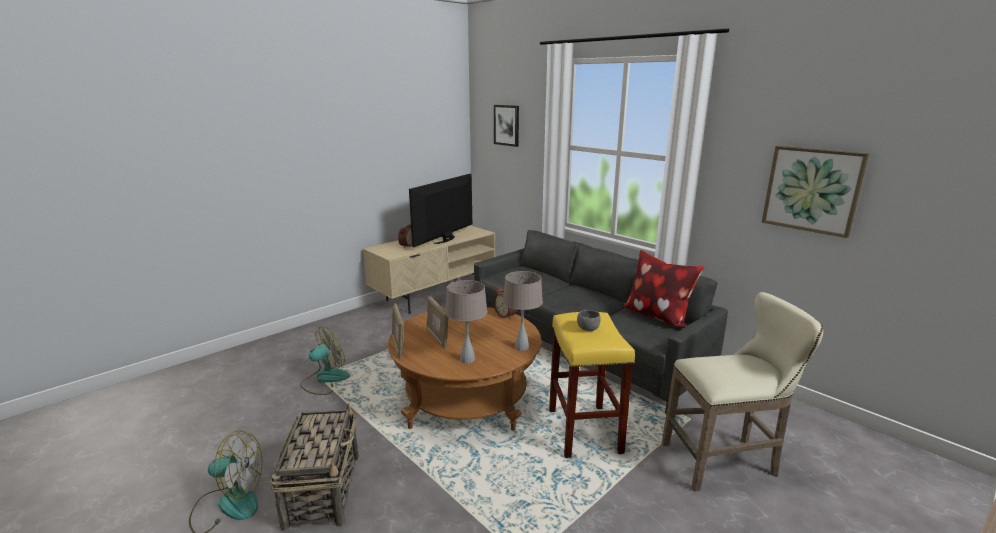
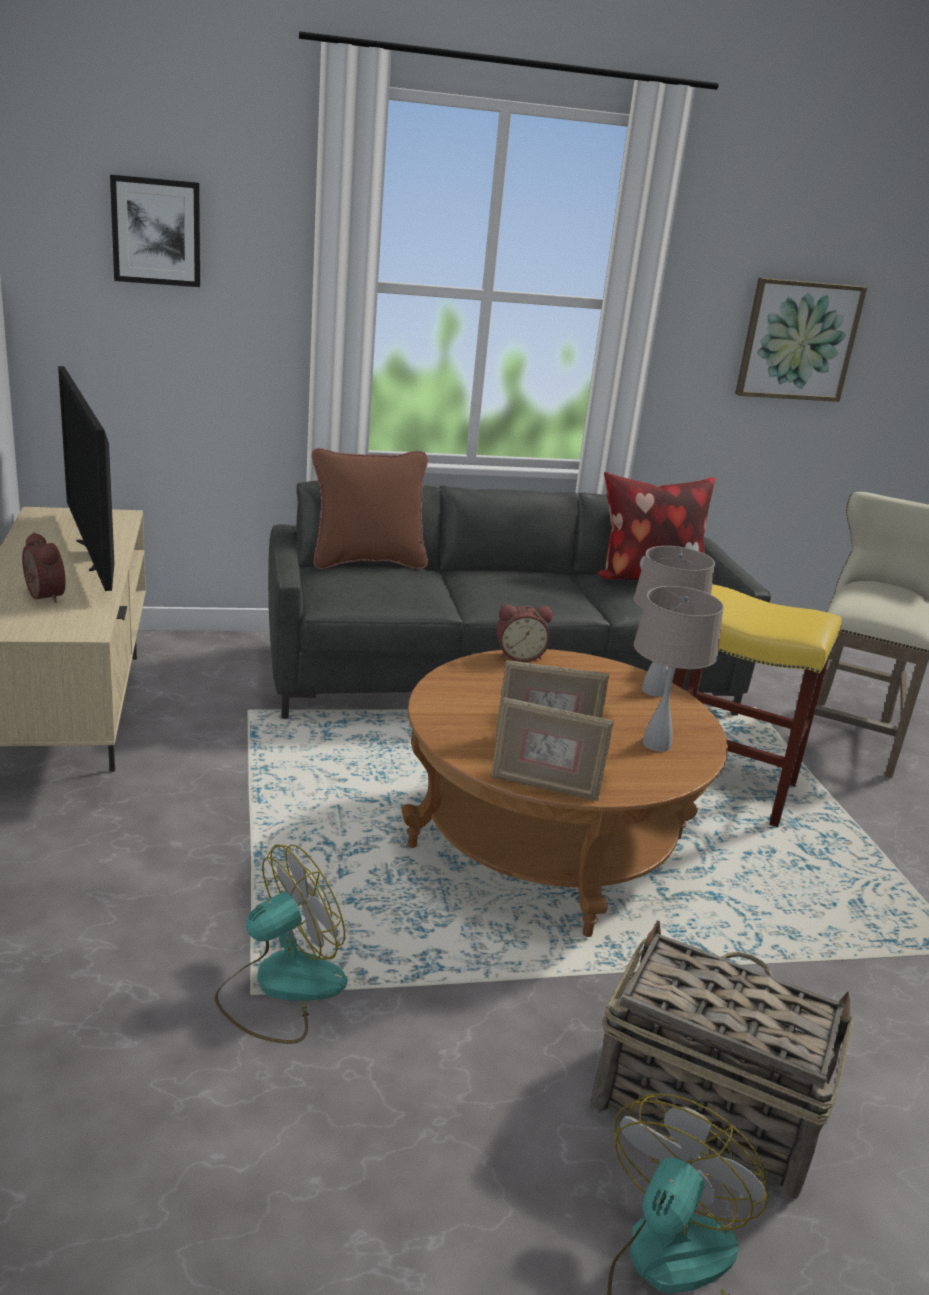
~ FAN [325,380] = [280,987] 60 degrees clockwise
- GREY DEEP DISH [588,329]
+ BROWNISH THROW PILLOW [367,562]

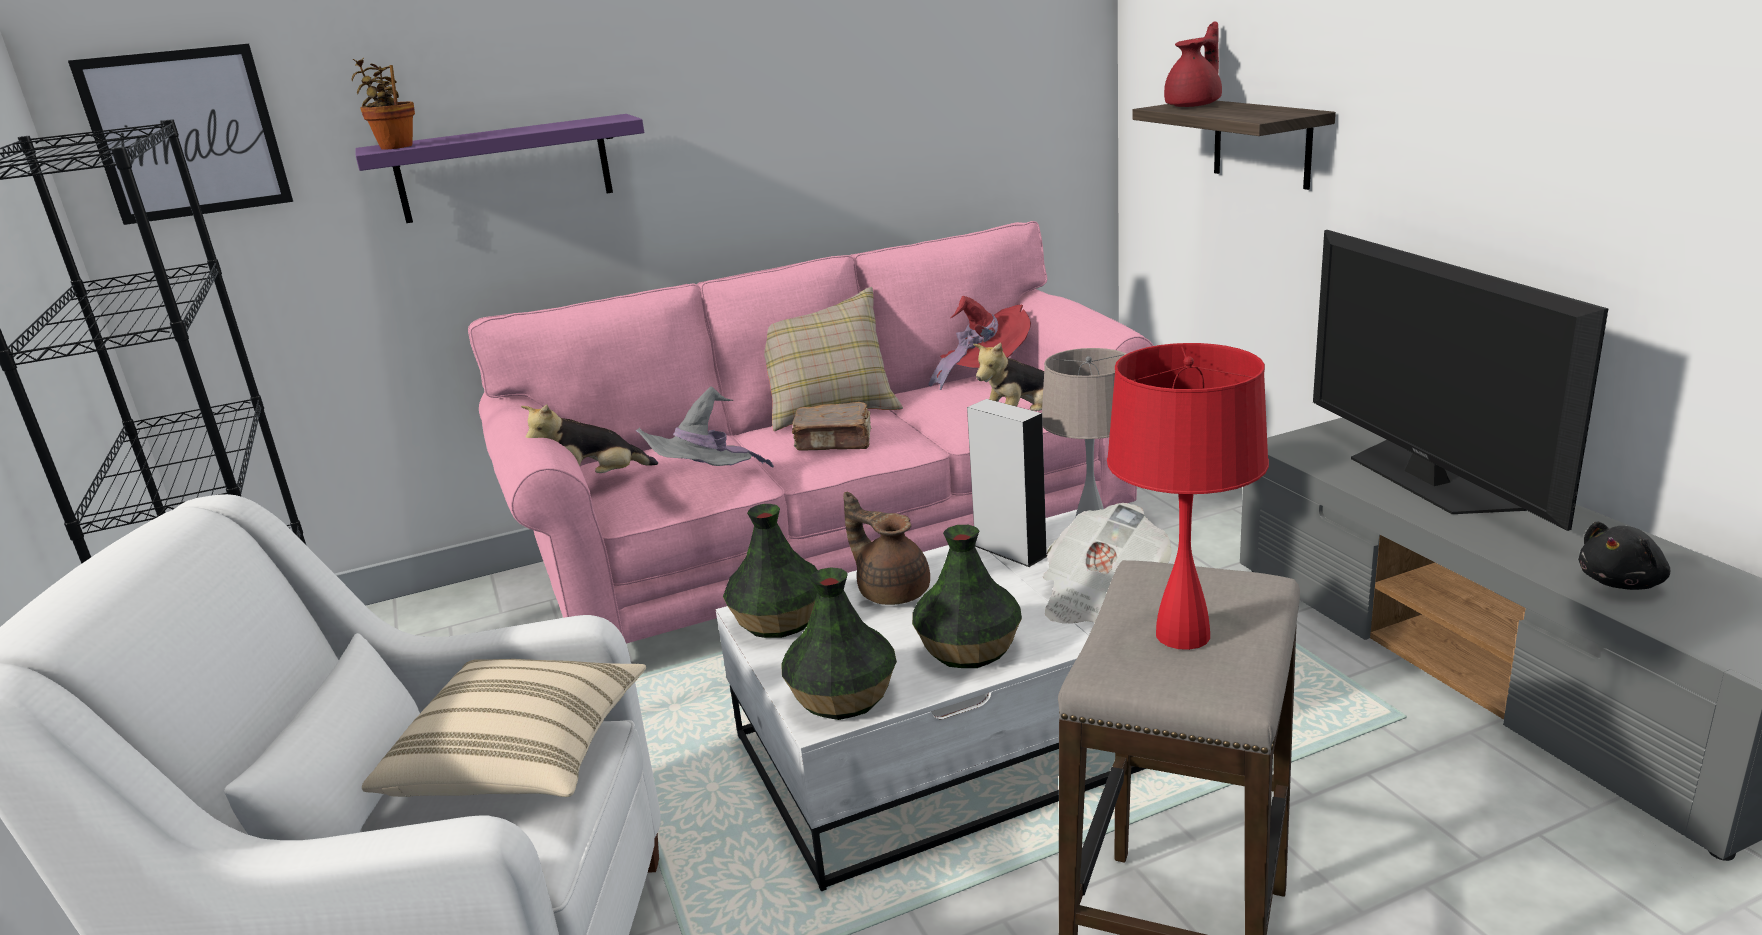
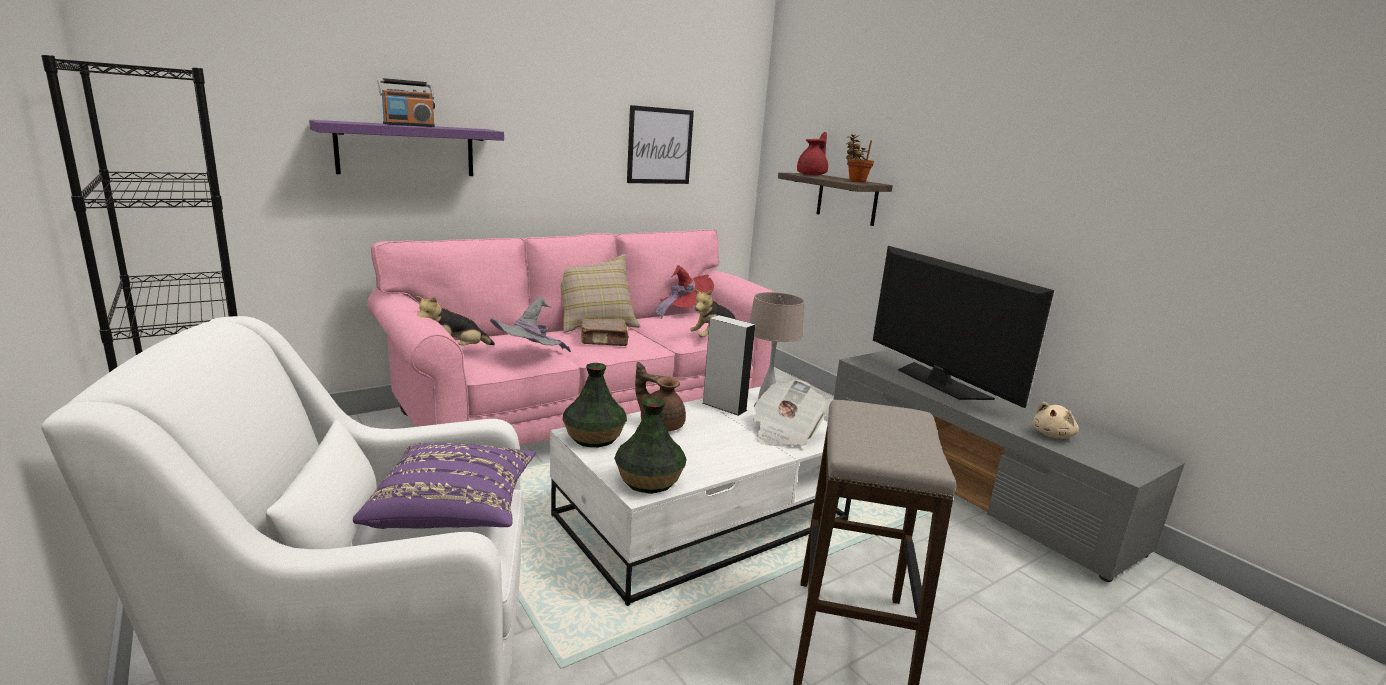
~ WALL PICTURE [186,134] to [660,146]
~ POTTED PLANT [395,146] to [855,181]
~ BEIGE-COLOURED THROW PILLOW [521,760] to PURPLE THROW PILLOW [454,510]
- FLOWER VASE [967,648]
- REDDISH TABLE LAMP [1181,635]
~ BLACKISH SOFT TOY [1622,582] to BEIGE-COLOURED SOFT TOY [1053,435]
+ RADIO RECEIVER [409,125]

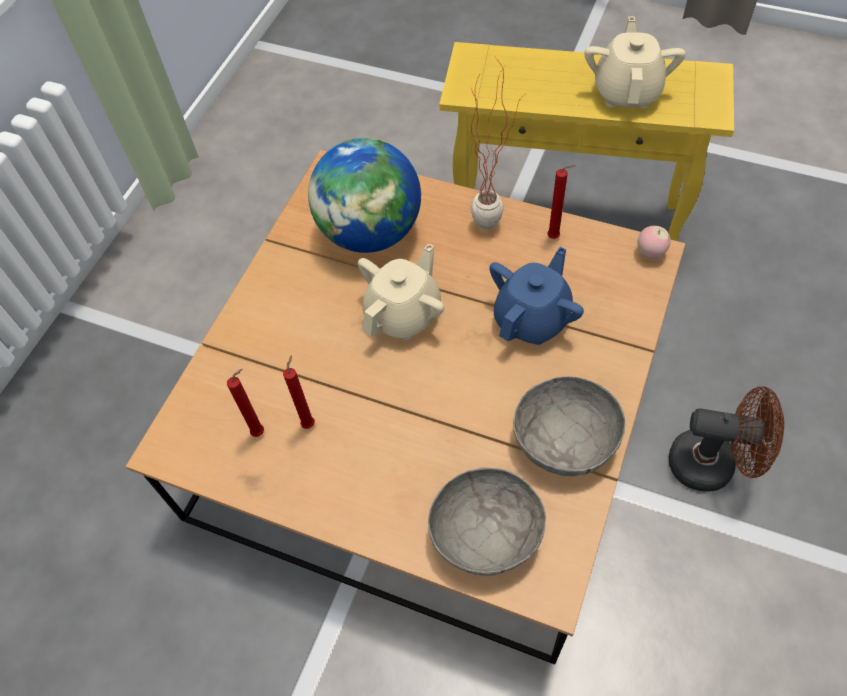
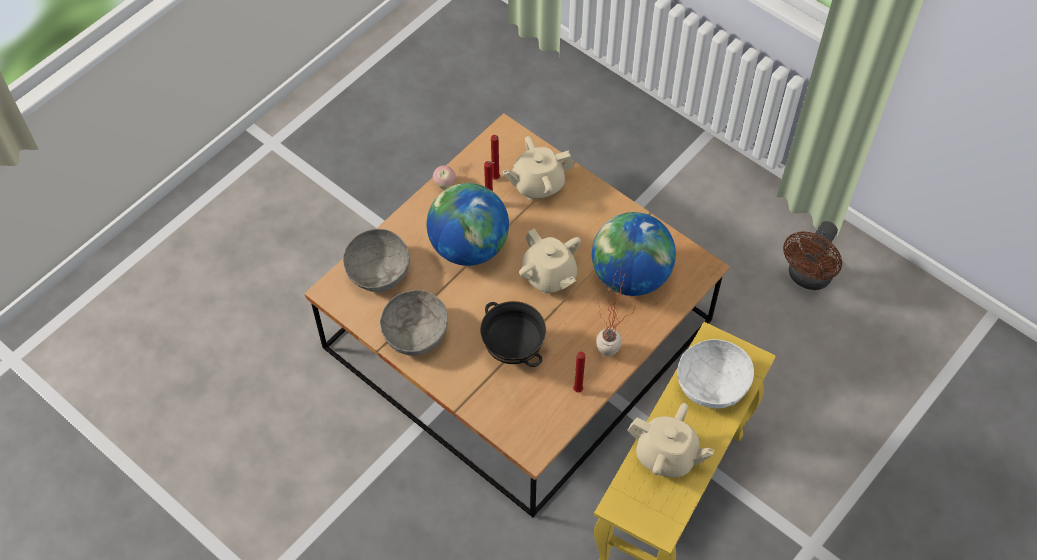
~ BLUISH POT FOR TEA [532,318] to BLACKISH DEEP DISH [512,349]
~ APPLE FRUIT [650,253] to [444,184]
~ BROWNISH FAN [712,464] to [807,278]
+ DESK GLOBE [468,247]
+ BEIGE-COLOURED POT FOR TEA [537,184]
+ WHITISH DEEP DISH [712,385]

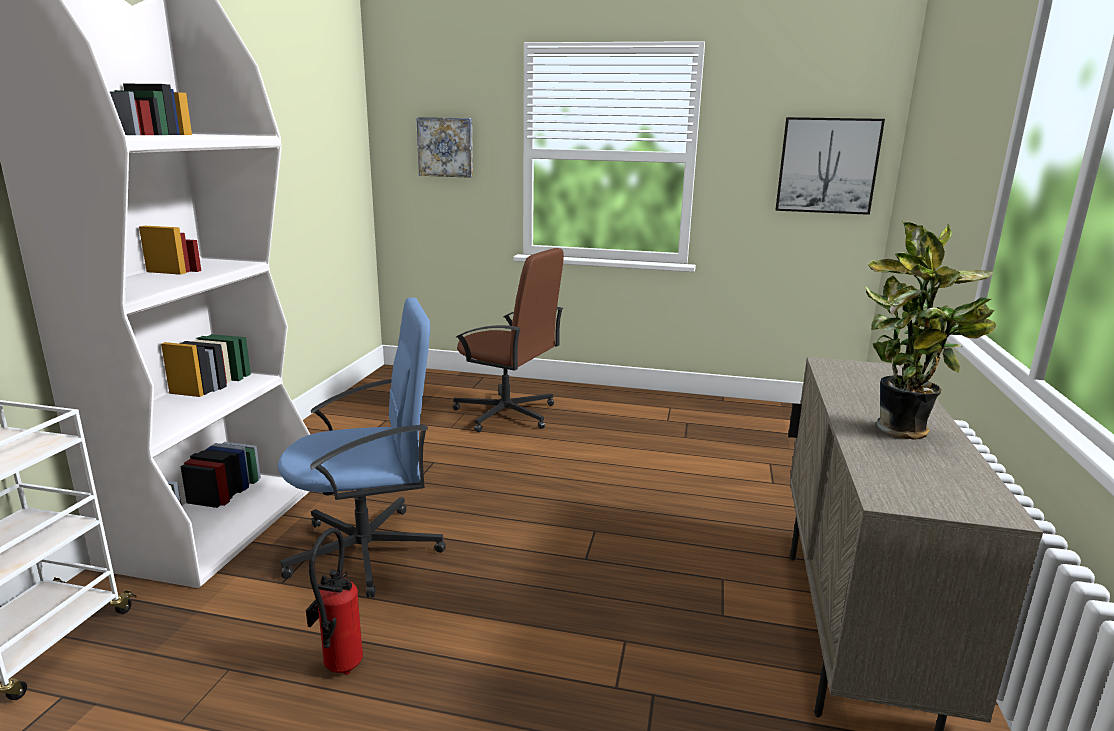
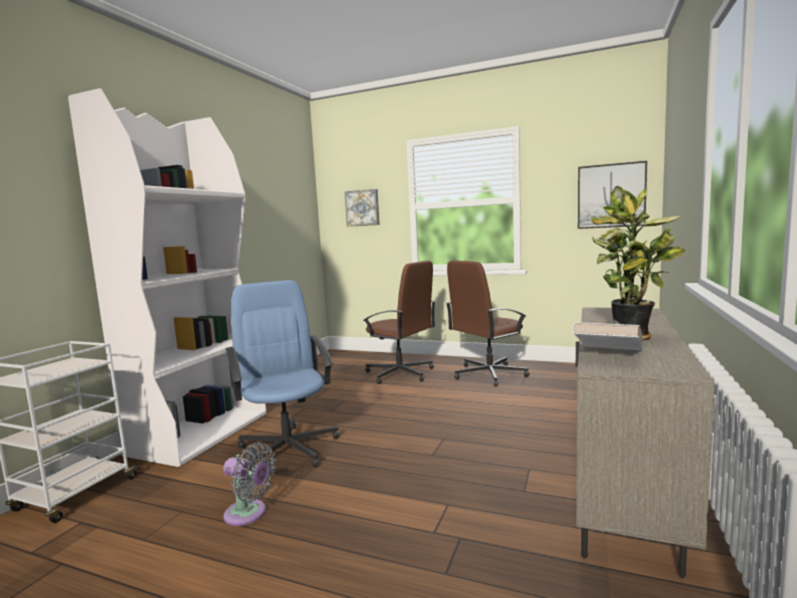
~ BLUISH DESK CHAIR [368,551] = [288,448] 105 degrees counterclockwise
~ FIRE-FIGHTING CYLINDER [338,669] to GREY FAN [249,514]
+ BROWNISH DESK CHAIR [488,374]
+ WHITISH BOUND BOOK [608,356]

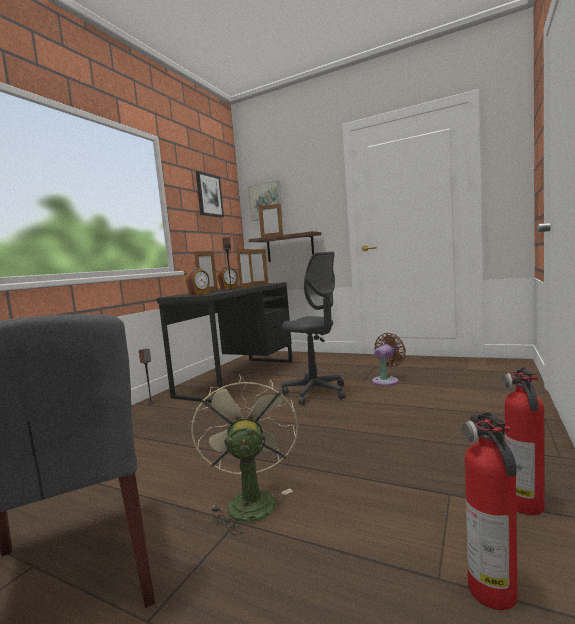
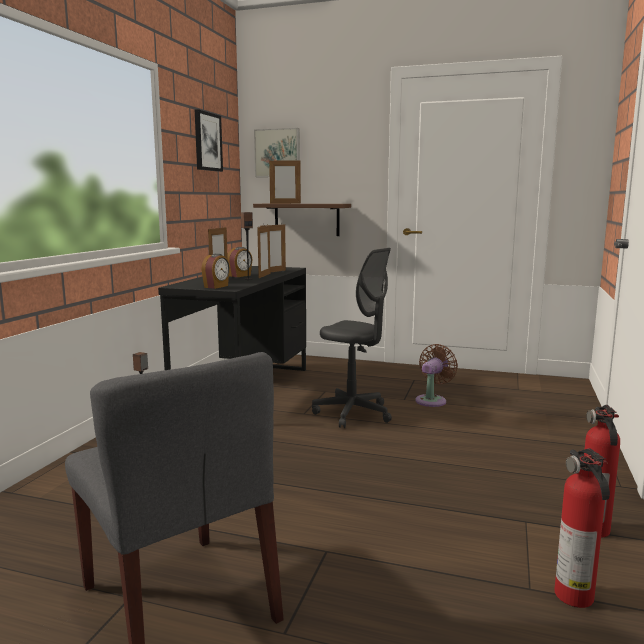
- BEIGE-COLOURED FAN [249,500]

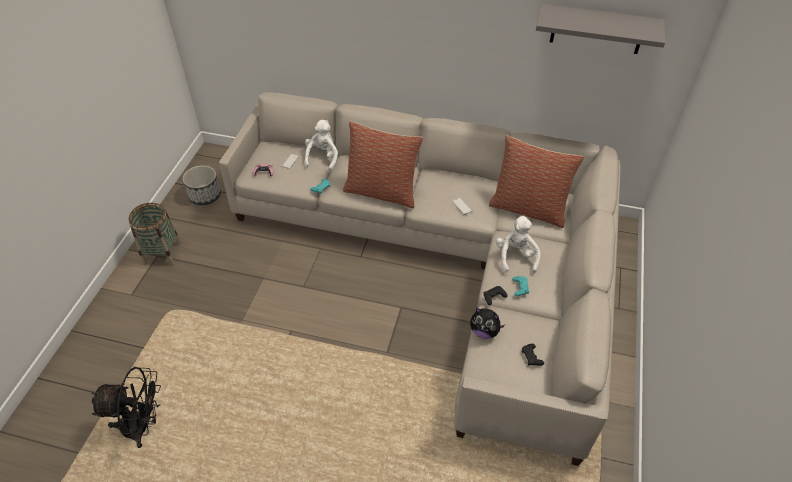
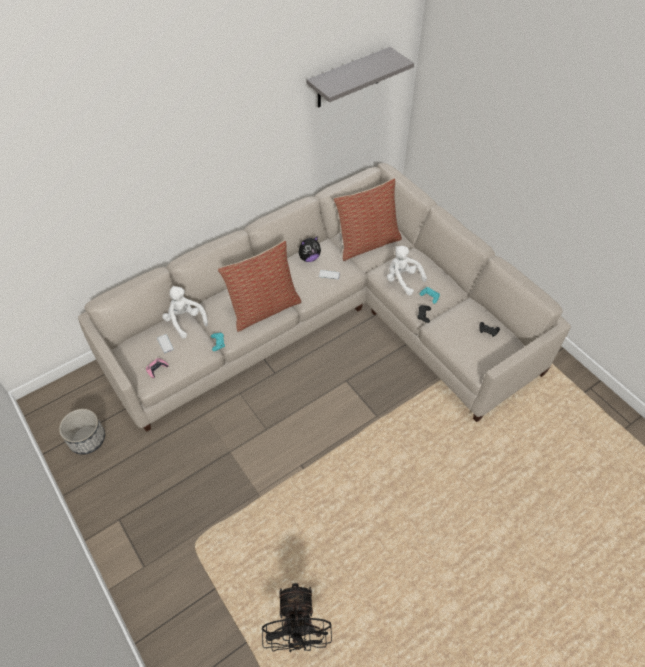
~ BLACKISH FAN [142,427] = [298,632] 135 degrees clockwise
- STORAGE BASKET [162,253]
~ SOFT TOY [484,331] to [309,258]

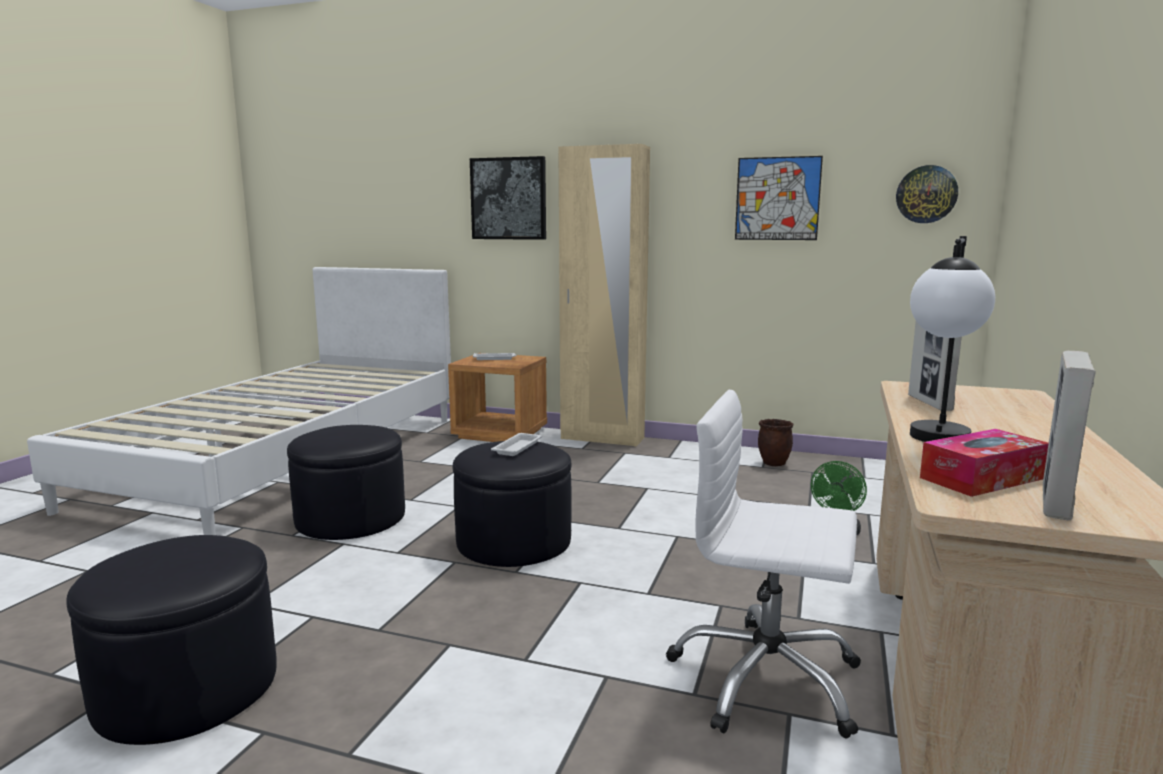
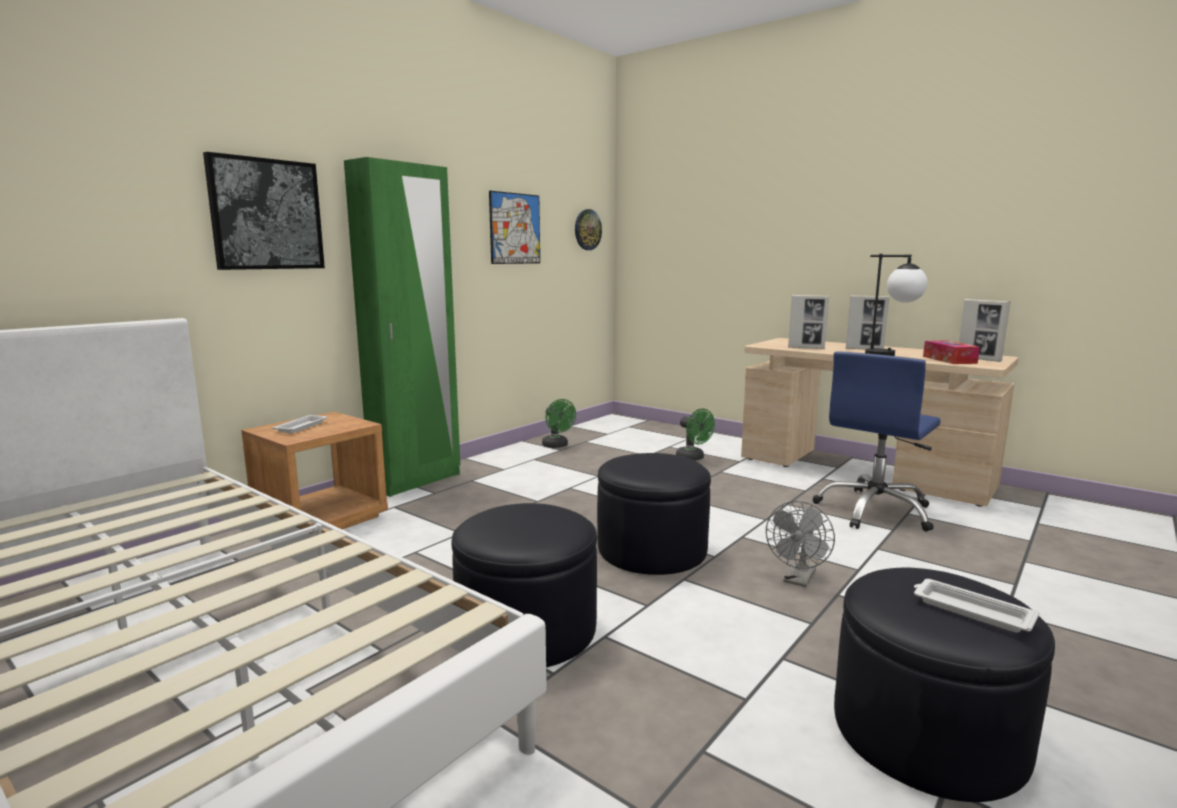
~ WHITISH SERVING TRAY [518,447] to [970,610]
~ BEIGE-COLOURED ARMOIRE [602,438] to GREENISH ARMOIRE [416,481]
~ WHITISH DESK CHAIR [765,680] to BLUISH DESK CHAIR [875,511]
~ BROWNISH PLANT POT [774,463] to GREENISH FAN [557,446]
+ GREY FAN [798,580]
+ PHOTO FRAME [864,349]

